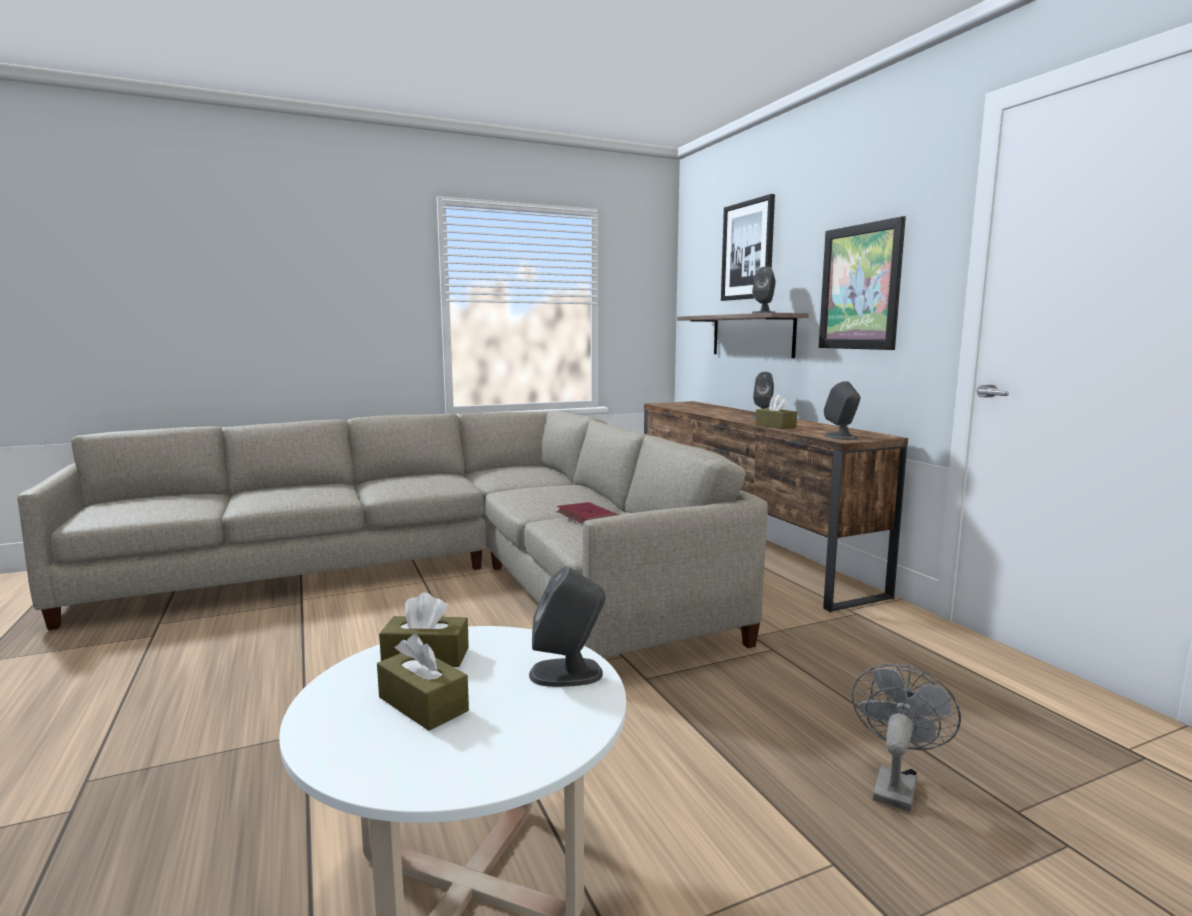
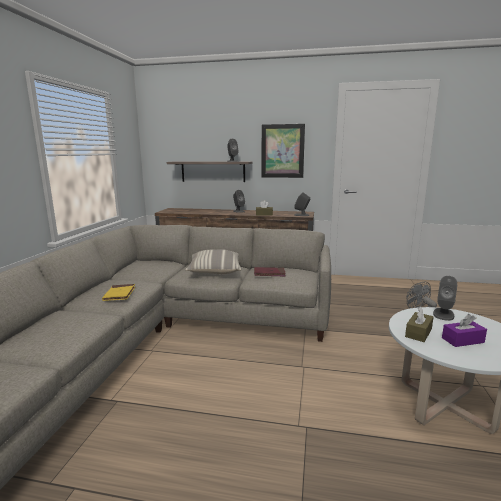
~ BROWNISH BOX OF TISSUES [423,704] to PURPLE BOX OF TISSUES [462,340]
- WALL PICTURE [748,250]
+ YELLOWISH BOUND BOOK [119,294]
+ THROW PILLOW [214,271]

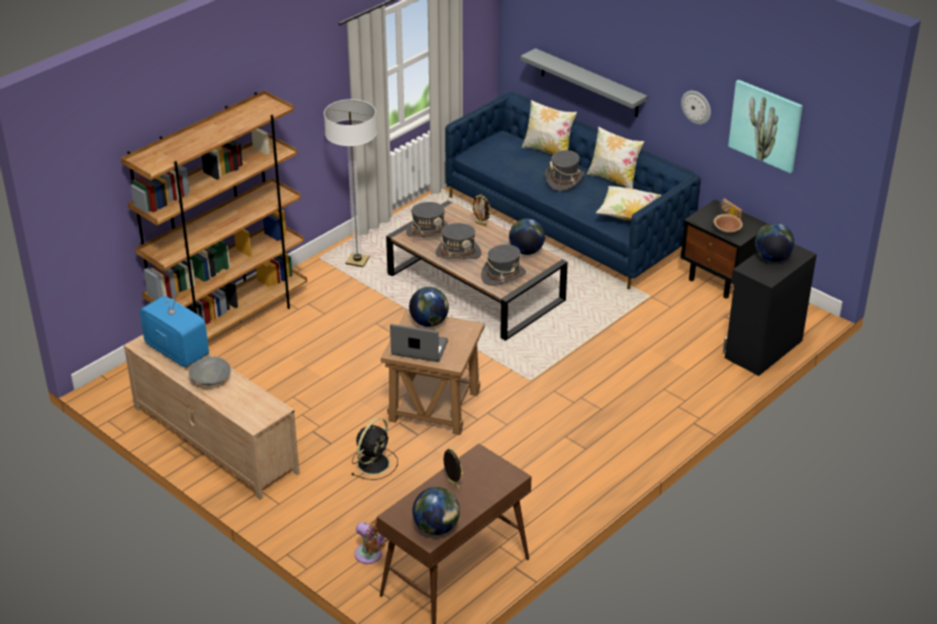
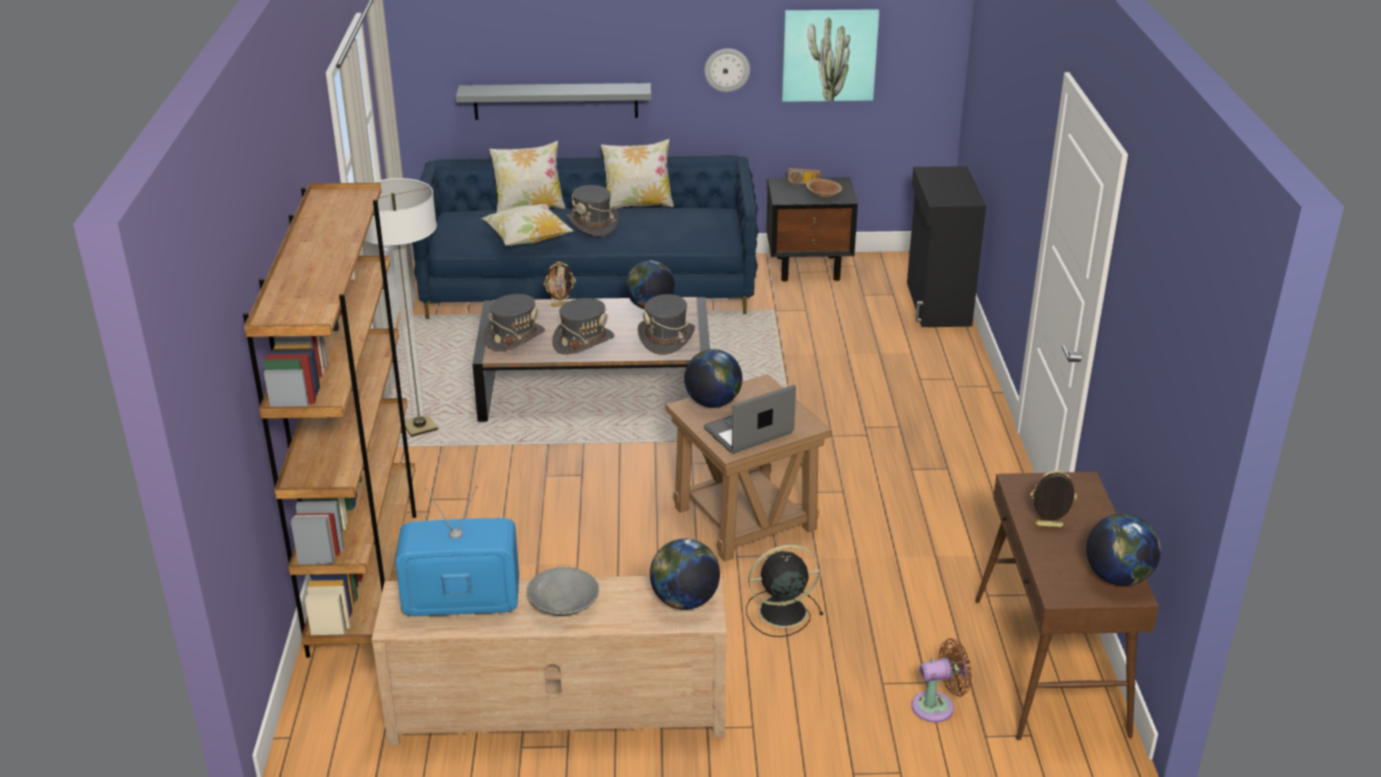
~ BLACKISH FAN [374,463] = [780,612] 90 degrees counterclockwise
~ THROW PILLOW [628,215] to [528,240]
~ DESK GLOBE [772,258] to [684,601]

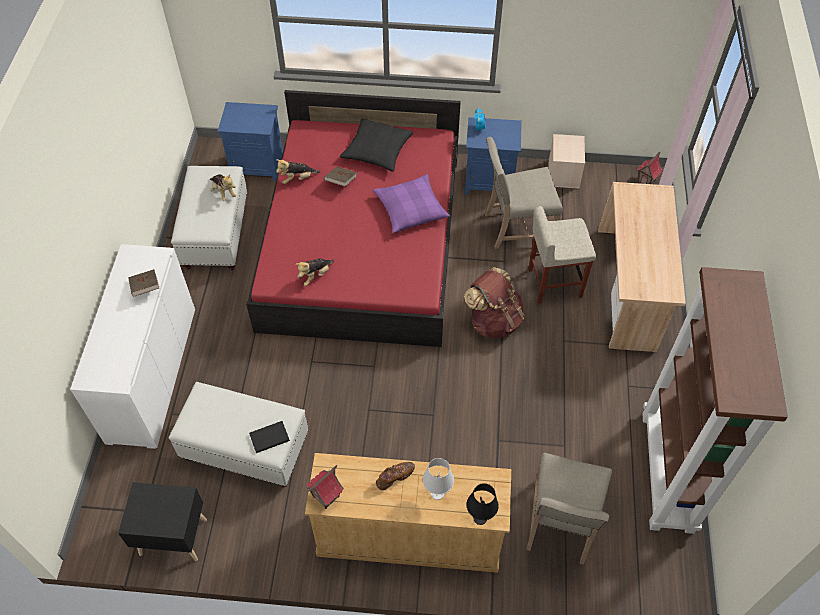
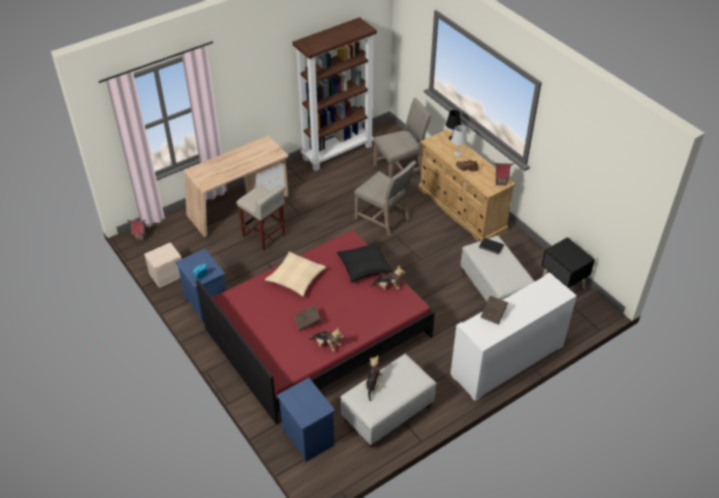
~ BLACKISH THROW PILLOW [377,150] to [364,266]
~ PURPLE THROW PILLOW [410,209] to BEIGE-COLOURED THROW PILLOW [296,278]
- BROWNISH BACKPACK [494,320]
~ BEIGE-COLOURED UPRIGHT CHAIR [516,227] to [384,218]

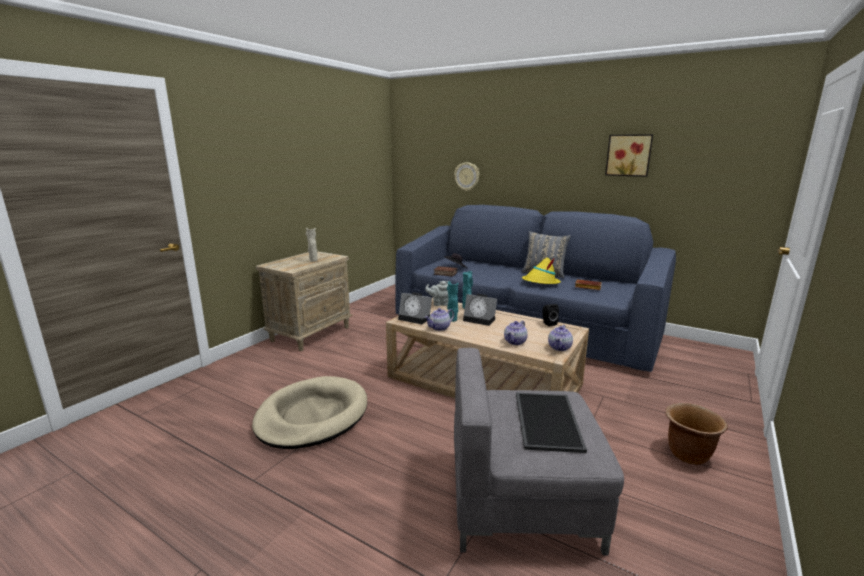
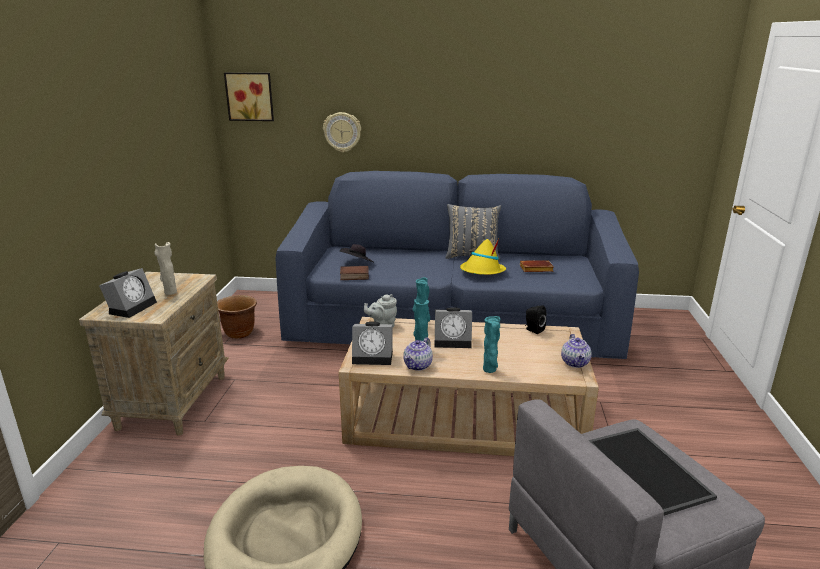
- POT FOR TEA [515,342]
~ WALL PICTURE [628,155] to [250,96]
~ BROWNISH PLANT POT [687,454] to [239,333]
+ BEDSIDE CLOCK [132,307]
+ TURQUOISE-COLOURED FLOWER VASE [490,370]

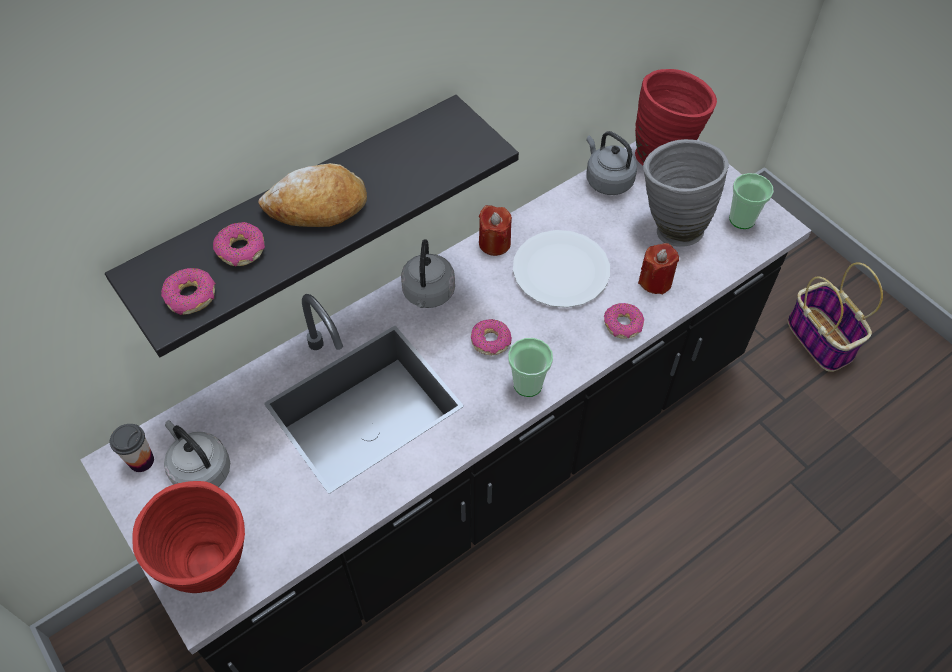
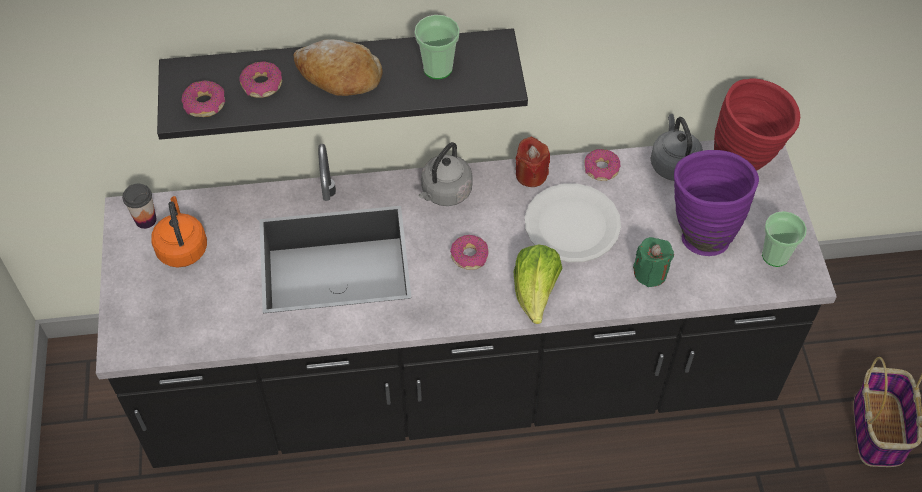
- REDDISH FLOWER VASE [217,573]
~ GREY TEA KETTLE [200,470] to ORANGE-COLOURED TEA KETTLE [182,247]
~ CUP [528,384] to [437,68]
~ DOUGHNUT [622,325] to [601,169]
~ REDDISH CANDLE [655,281] to GREENISH CANDLE [650,273]
~ GREY FLOWER VASE [669,227] to PURPLE FLOWER VASE [700,231]
+ LETTUCE [535,293]

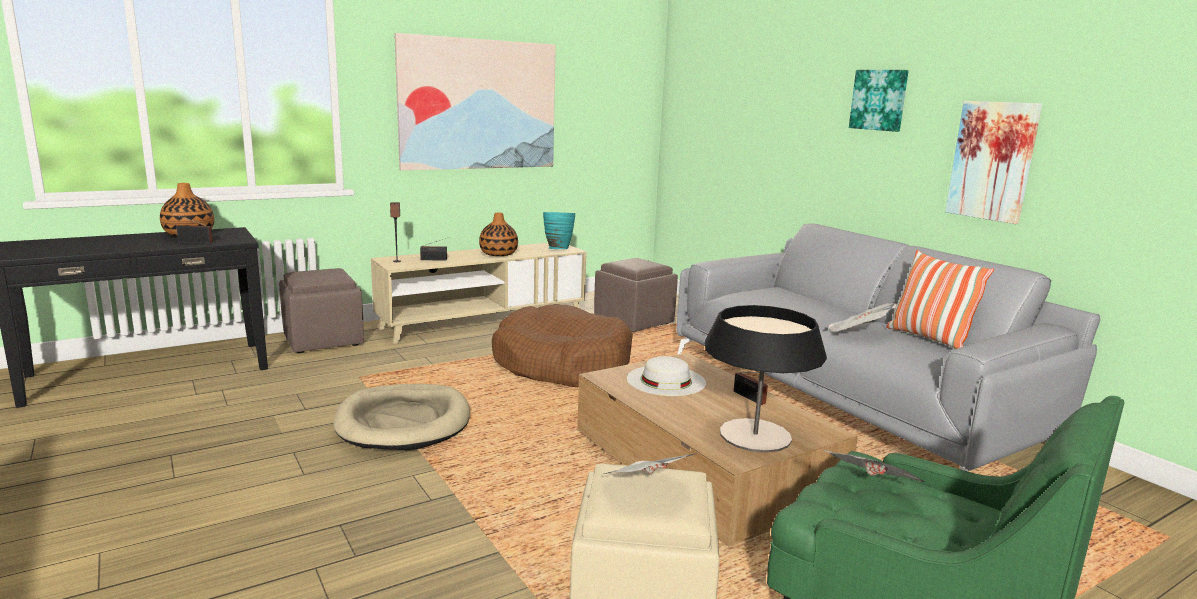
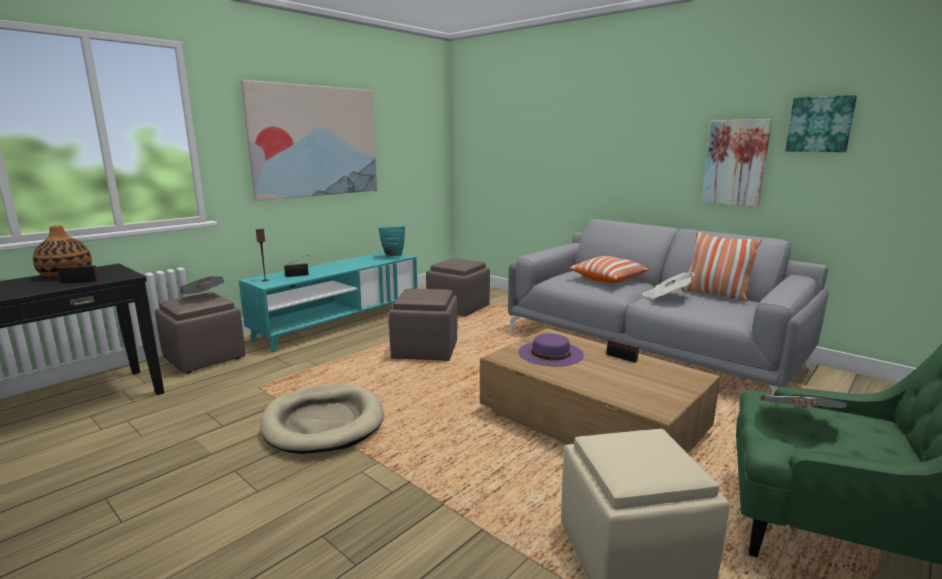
~ BEIGE-COLOURED TV STAND [483,322] to TURQUOISE-COLOURED TV STAND [339,323]
- FLOWER VASE [498,254]
~ BROWNISH DOG BED [562,364] to BROWNISH OTTOMAN [426,350]
~ DAILY PAPER [646,487] to [203,297]
~ WHITISH CLOTHING HAT [666,380] to PURPLE CLOTHING HAT [550,353]
- TABLE LAMP [755,435]
~ WALL PICTURE [879,100] to [820,124]
+ THROW PILLOW [608,279]

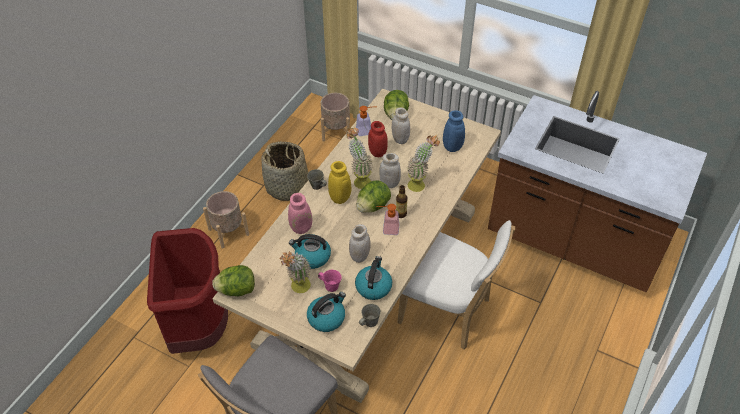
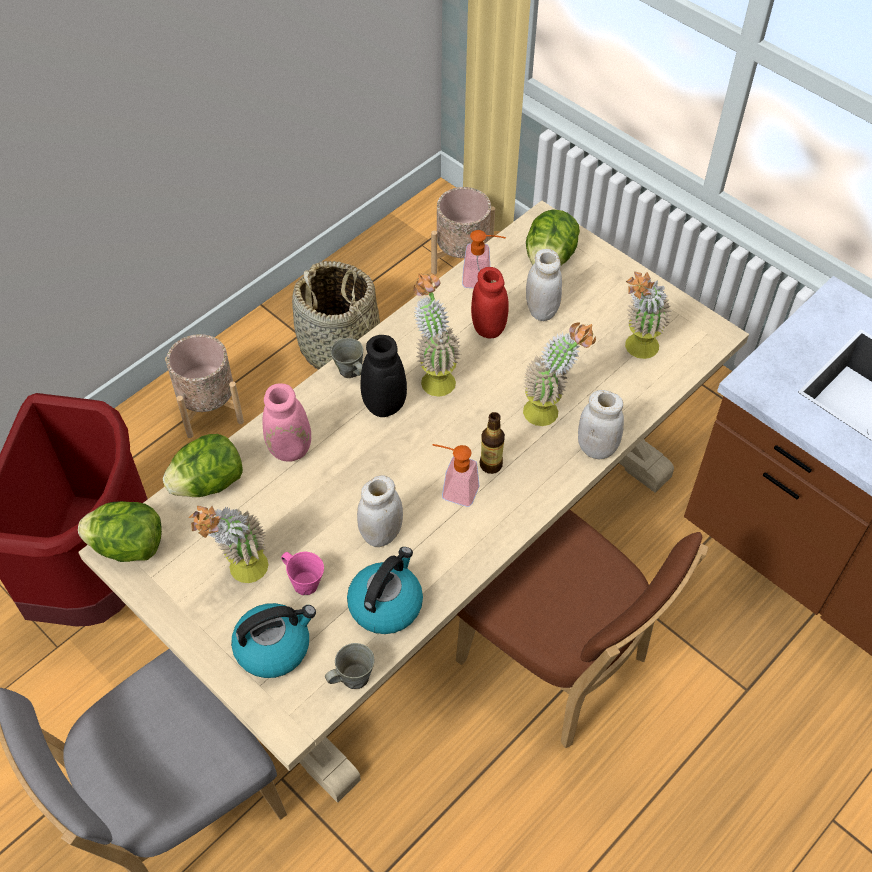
- TEA KETTLE [312,257]
~ YELLOWISH FLOWER VASE [339,200] to BLACKISH FLOWER VASE [383,408]
~ LETTUCE [373,206] to [208,483]
~ WHITISH PRESERVE JAR [389,183] to [596,448]
~ WHITISH UPRIGHT CHAIR [448,313] to BROWNISH UPRIGHT CHAIR [559,665]
~ BLUISH FLOWER VASE [451,148] to POTTED PLANT [636,351]

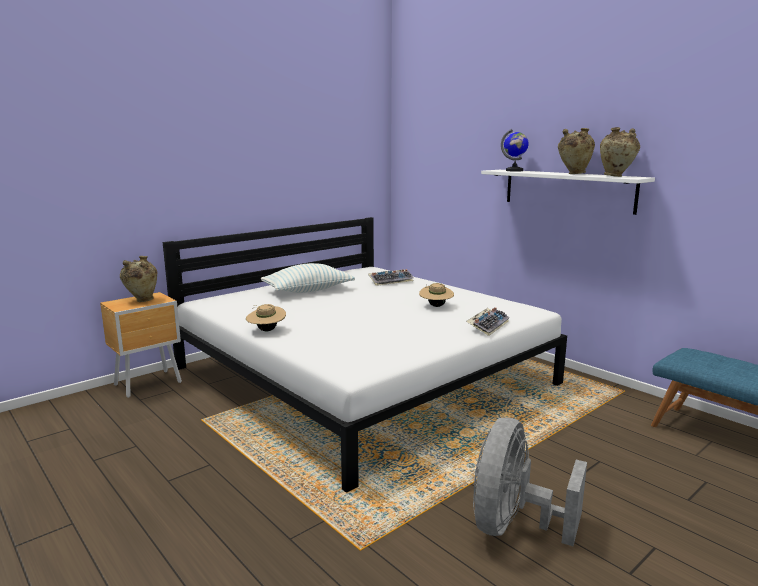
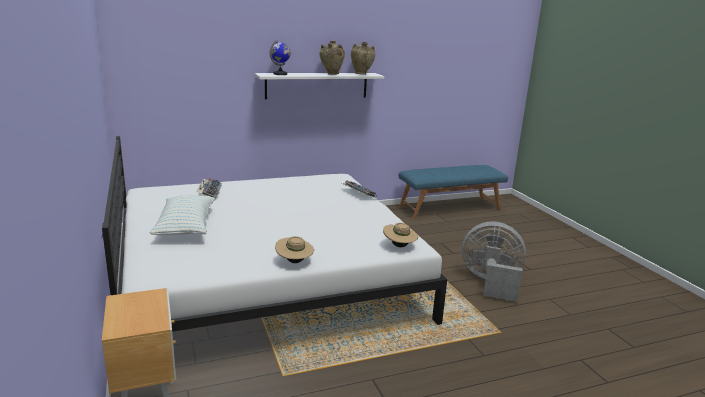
- BEIGE-COLOURED FLOWER VASE [142,300]
~ BEIGE-COLOURED CLOTHING HAT [436,306] to [399,246]
~ GREY FAN [514,526] = [490,283] 150 degrees clockwise

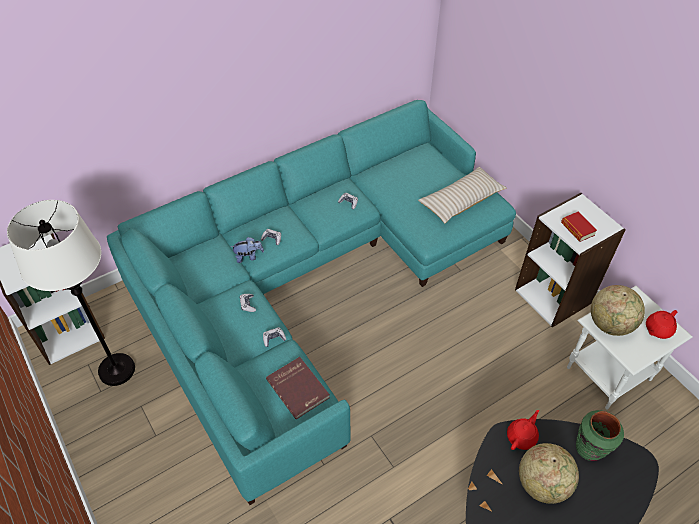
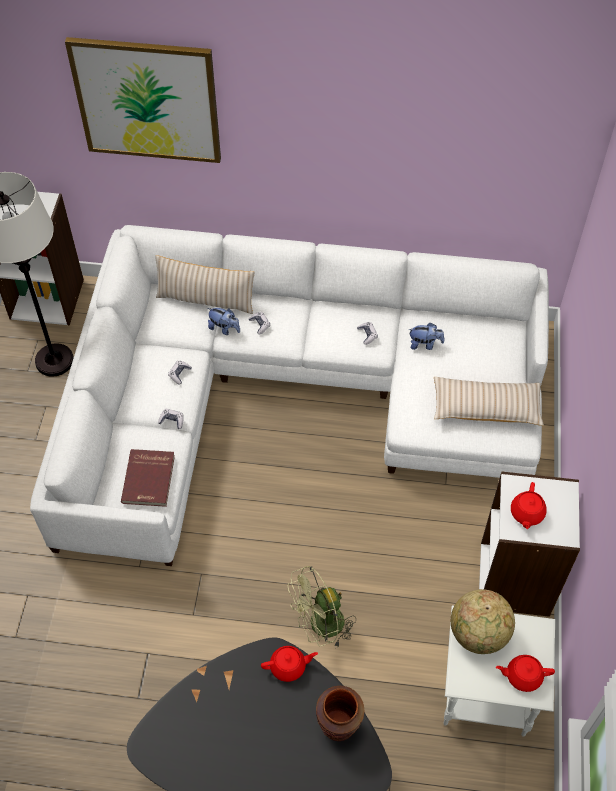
~ TURQUOISE-COLOURED SETTEE [312,281] to WHITISH SETTEE [288,393]
- DESK GLOBE [542,484]
~ BOUND BOOK [577,229] to REDDISH POT FOR TEA [526,513]
~ GREENISH FLOWER VASE [590,448] to BROWNISH FLOWER VASE [338,726]
+ WALL PICTURE [147,100]
+ BEIGE-COLOURED THROW PILLOW [206,300]
+ GREENISH FAN [320,626]
+ SOFT TOY [424,344]

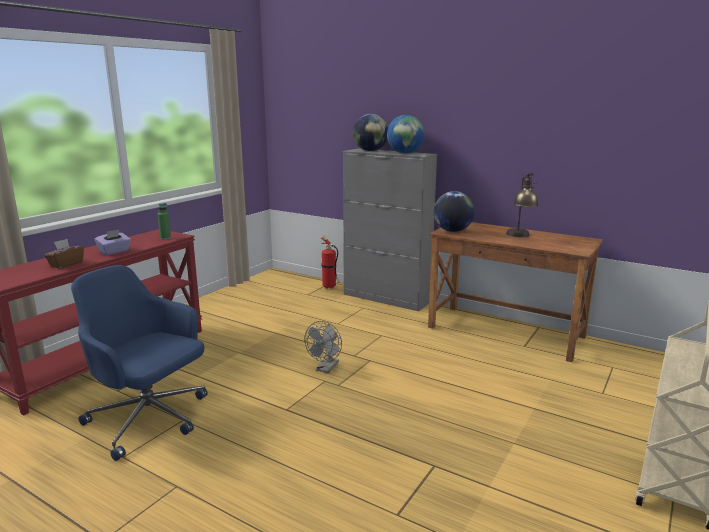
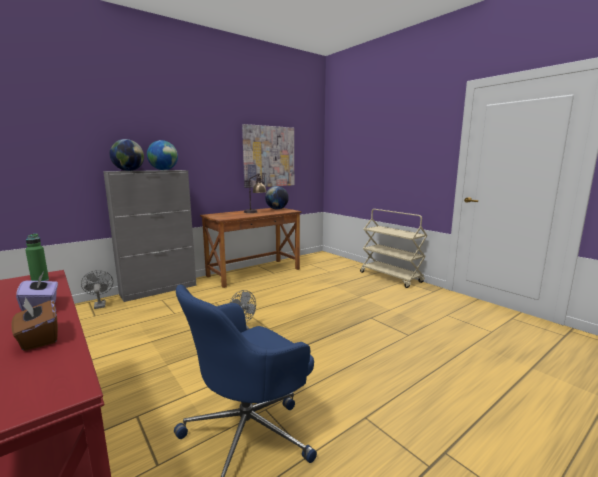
~ FIRE-FIGHTING CYLINDER [330,287] to GREY FAN [99,304]
~ DESK GLOBE [452,231] to [277,209]
+ WALL PICTURE [269,156]

